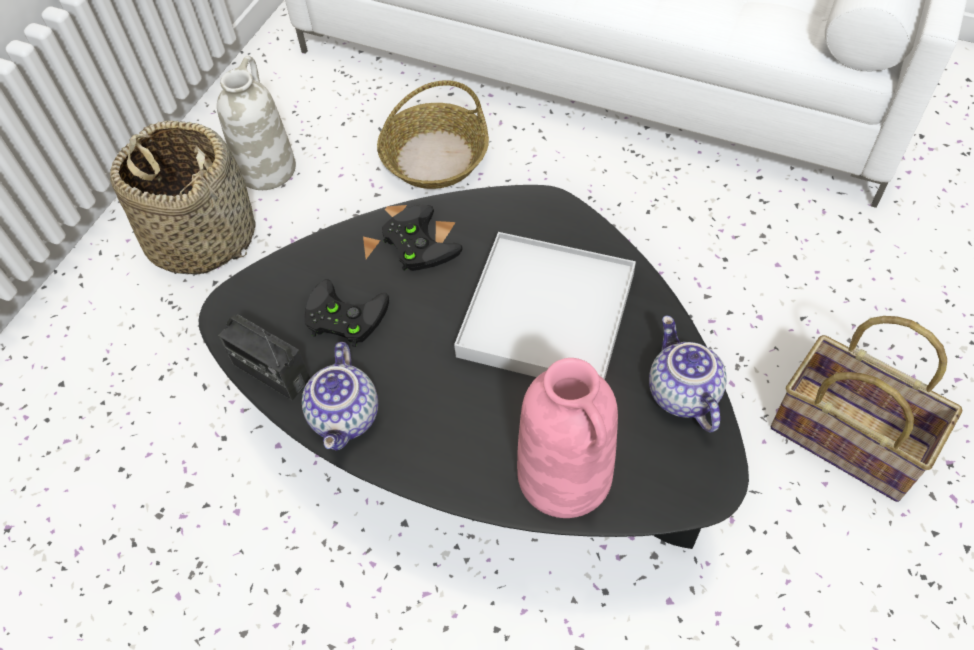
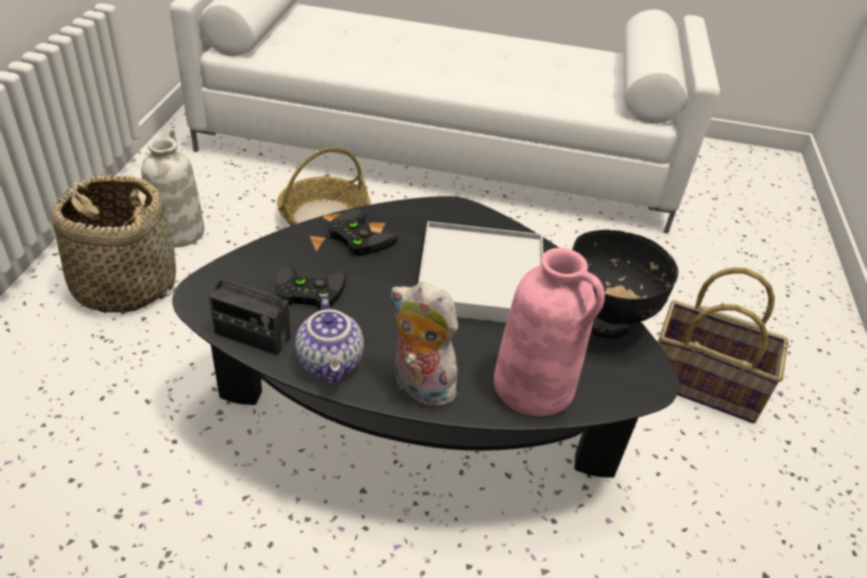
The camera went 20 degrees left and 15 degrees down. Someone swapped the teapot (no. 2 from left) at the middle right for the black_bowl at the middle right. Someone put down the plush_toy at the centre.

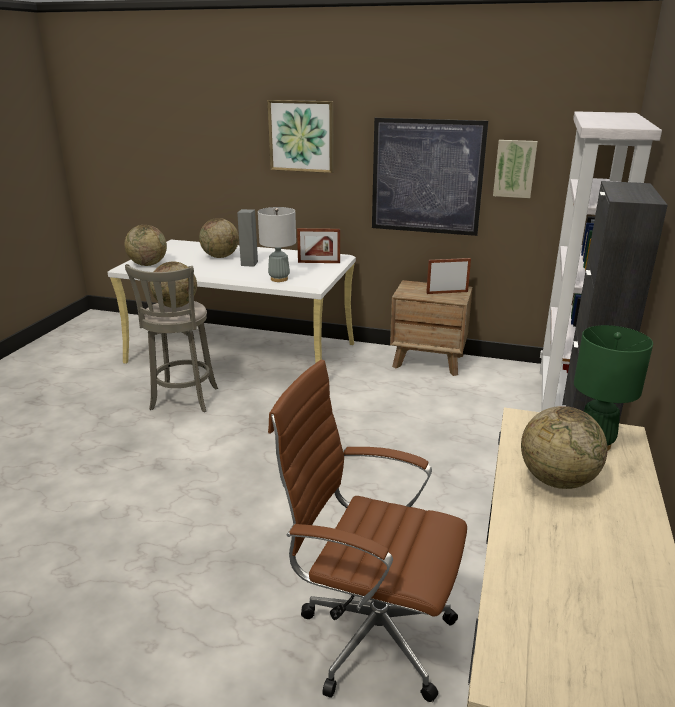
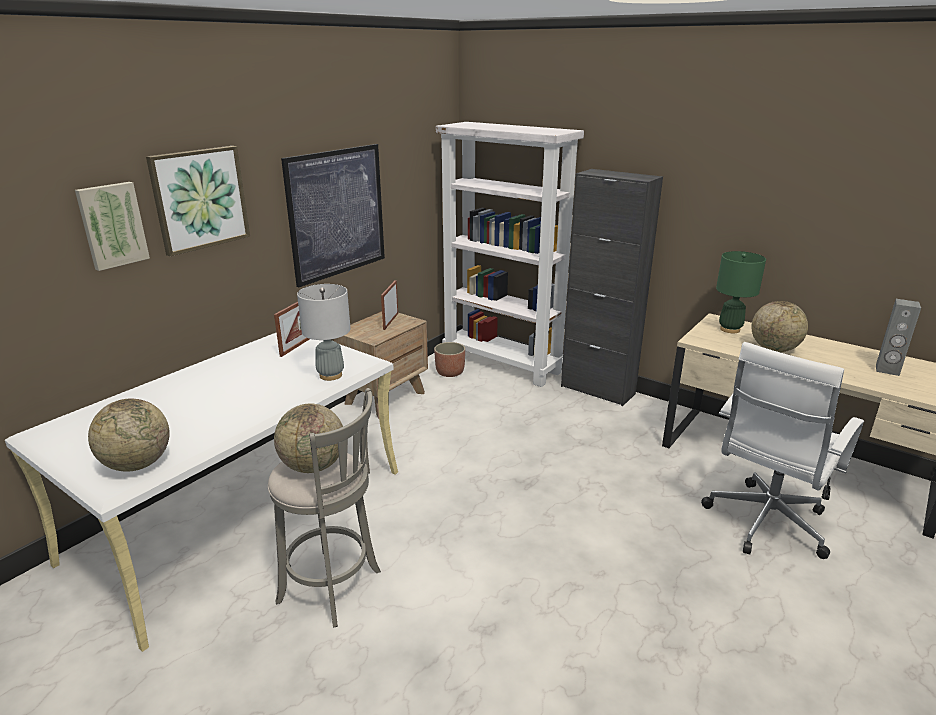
The camera went 70 degrees left and 0 degrees up. Someone carried the picture (no. 3 from left in the first image) from the top right to the top left. Someone carried the grey_speaker from the centre to the middle right. Someone took away the globe (no. 3 from left) at the middle left. Someone repainted the brown_office_chair at the bottom centre, which became the white_office_chair at the middle right. Someone put down the planter at the centre.

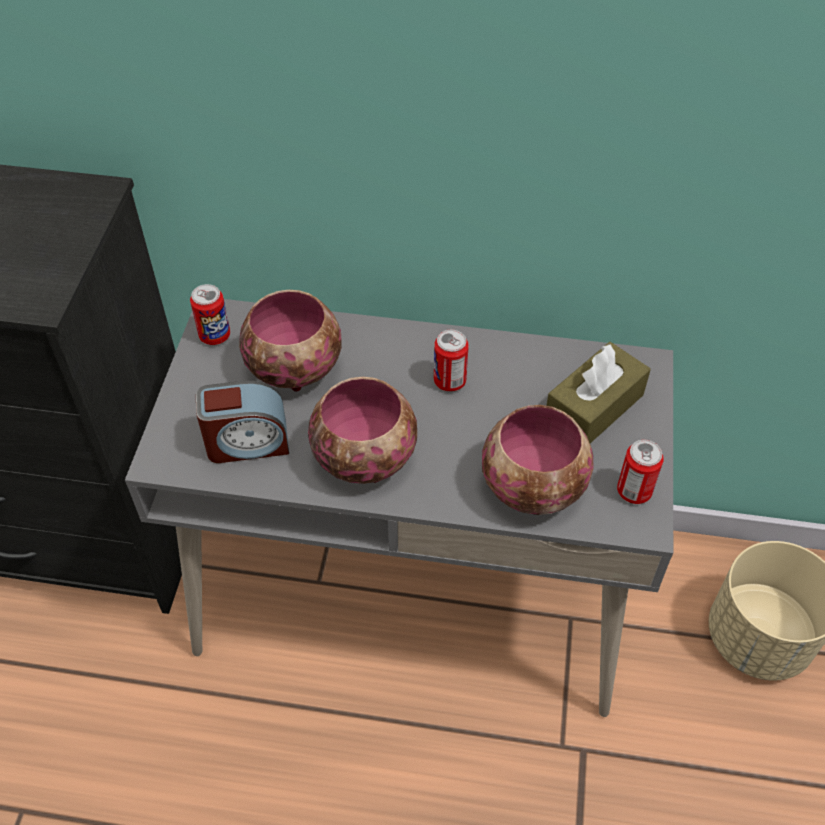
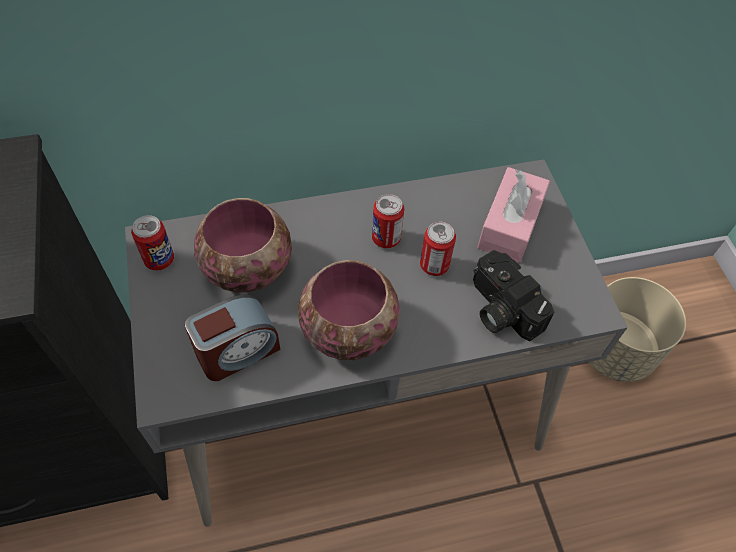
The camera went 25 degrees left and 5 degrees up. Someone repainted the brown_tissue_box at the middle right, which became the pink_tissue_box at the middle right. Someone swapped the bowl (no. 3 from left) at the centre for the photo_camera at the middle right. Someone carried the can (no. 3 from left) from the middle right to the centre.

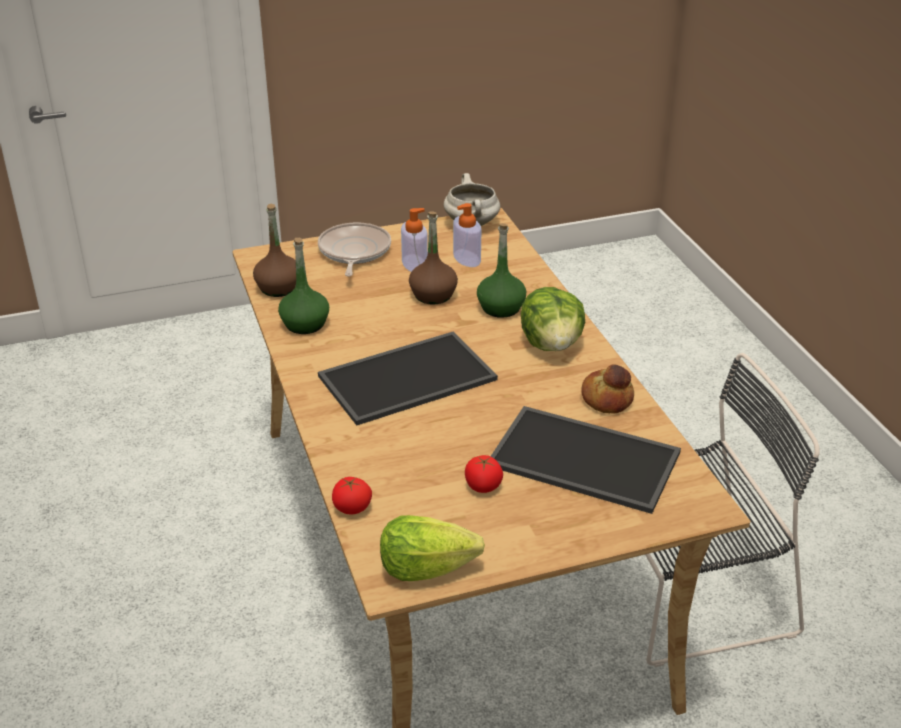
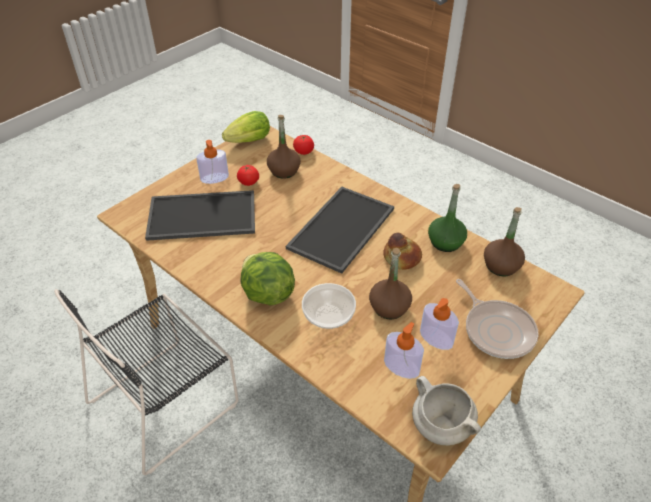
The camera went 150 degrees right and 10 degrees up. Someone swapped the green_bottle (no. 2 from left) at the centre for the bowl at the centre. Someone carried the bread from the middle right to the centre. Someone put down the brown_bottle (no. 1 from left) at the top centre. Someone put down the soap_dispenser (no. 1 from left) at the top left.

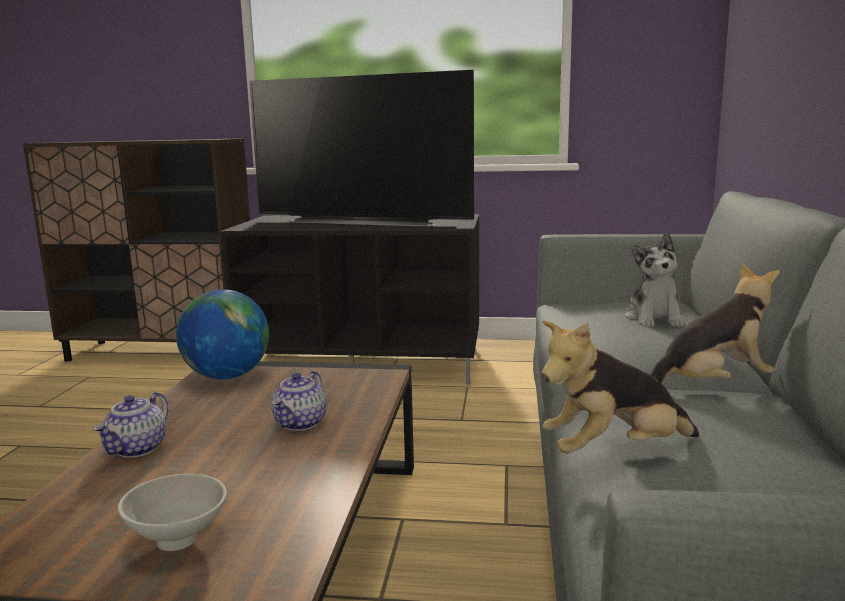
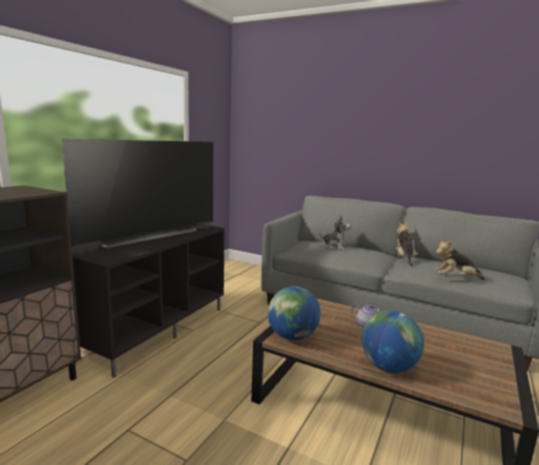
The camera went 70 degrees left and 0 degrees up. Someone rotated the plush_toy (no. 1 from left in the first image) at the middle right by 90 degrees clockwise. Someone swapped the teapot (no. 1 from left) at the bottom left for the globe (no. 2 from left) at the bottom right. Someone took away the white_bowl at the bottom left.

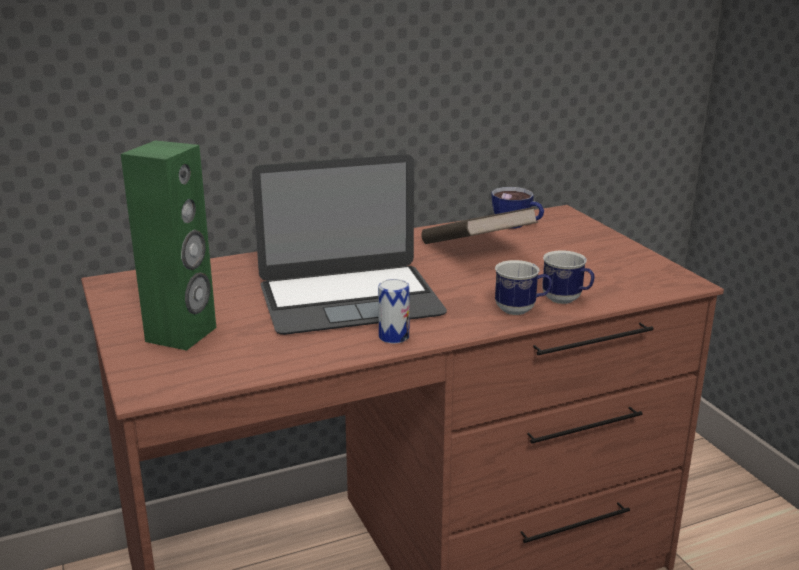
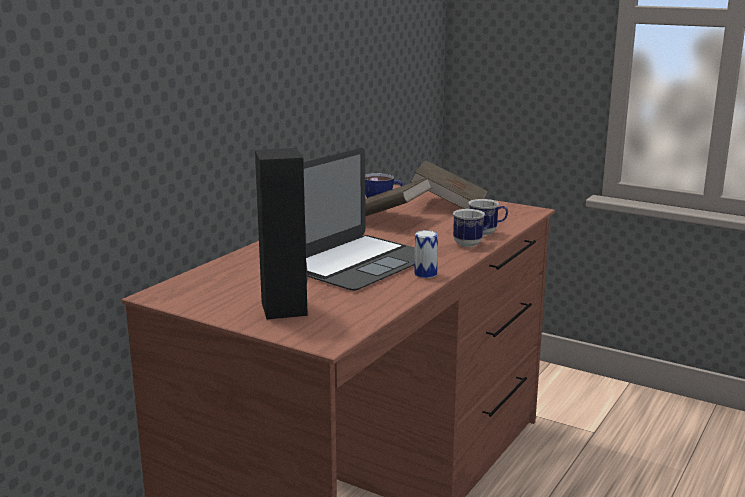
The camera went 35 degrees left and 5 degrees down. Someone repainted the green_speaker at the middle left, which became the black_speaker at the centre. Someone put down the brown_book (no. 2 from left) at the centre.

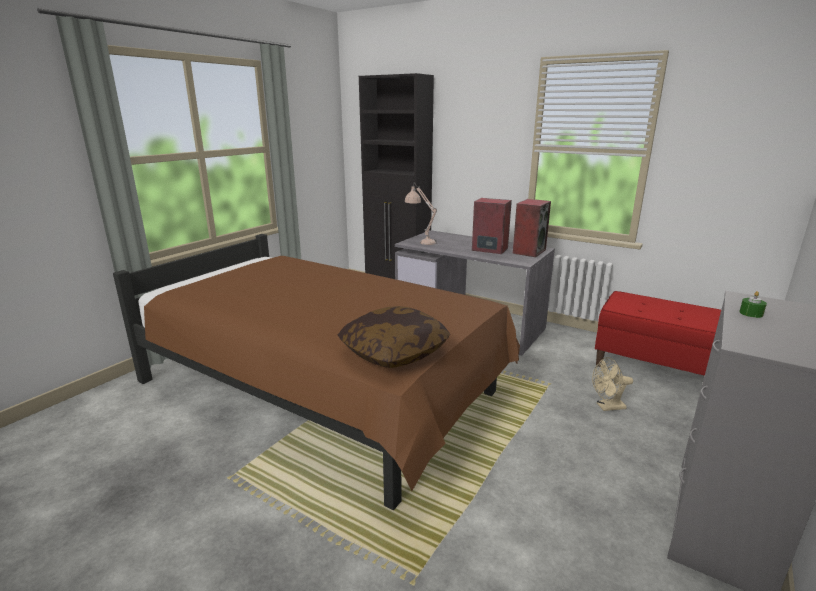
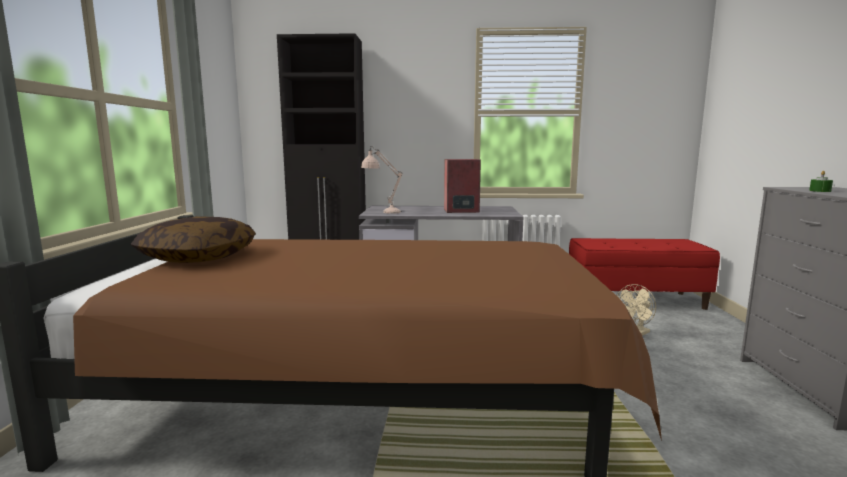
The camera went 30 degrees left and 10 degrees down. Someone took away the speaker (no. 2 from left) at the centre. Someone carried the pillow from the centre to the middle left.

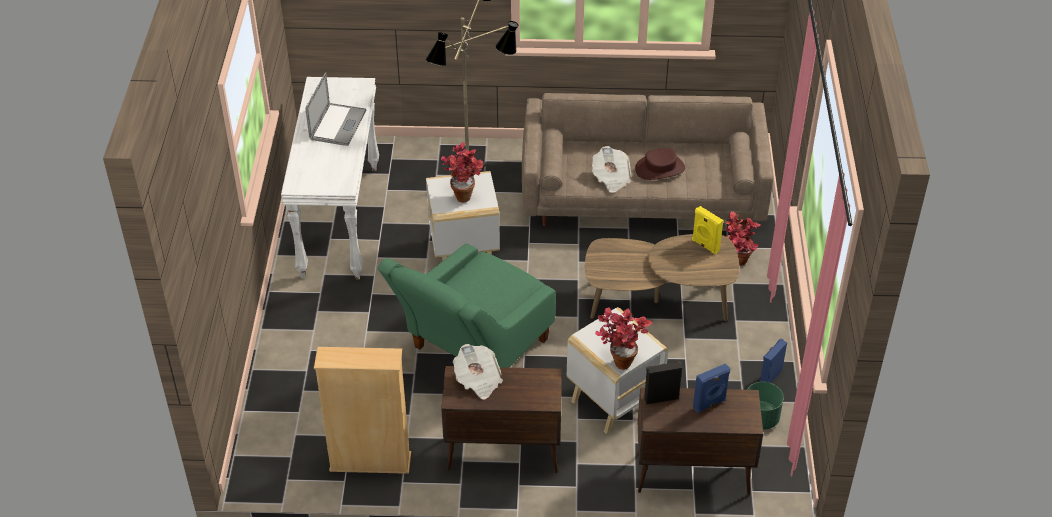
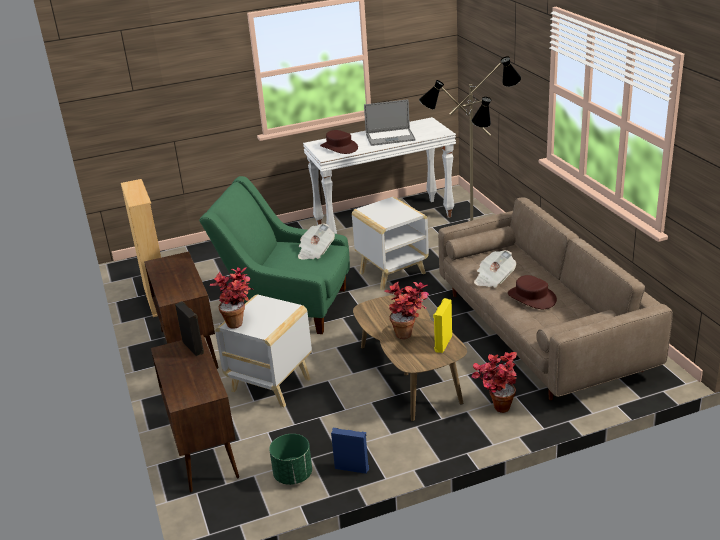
The camera went 70 degrees right and 15 degrees down. Someone carried the potted_plant (no. 1 from left in the first image) from the top centre to the centre. Someone carried the newspaper (no. 1 from left) from the bottom centre to the centre. Someone took away the blue_speaker (no. 1 from left) at the bottom right. Someone put down the brown_hat (no. 1 from left) at the top centre.

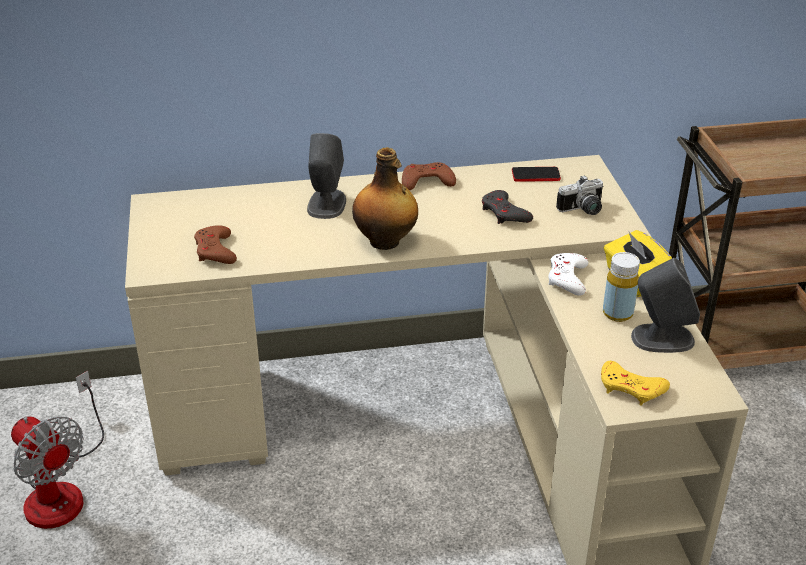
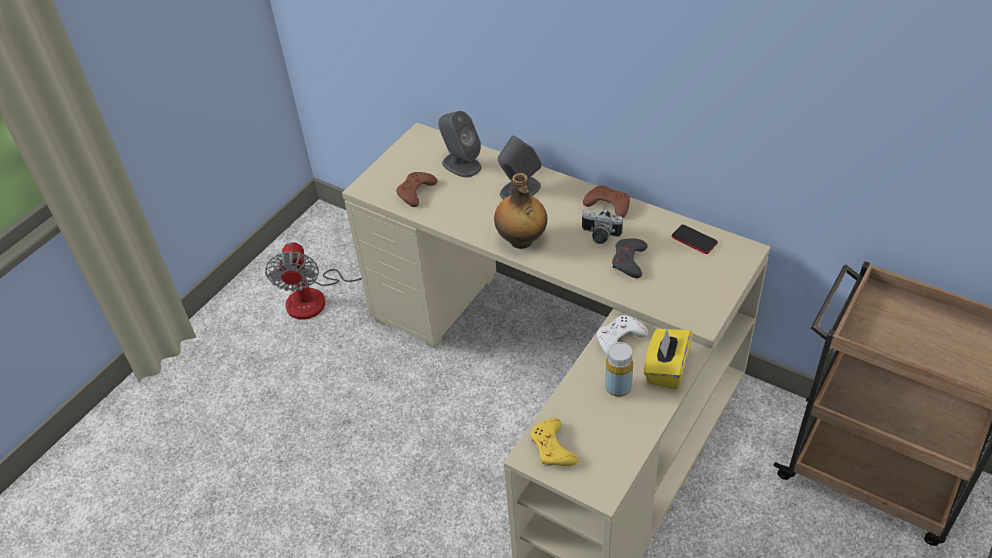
The camera went 45 degrees right and 10 degrees up. Someone carried the photo_camera from the middle right to the centre. Someone carried the grey_speaker (no. 2 from left in the first image) from the middle right to the top centre.

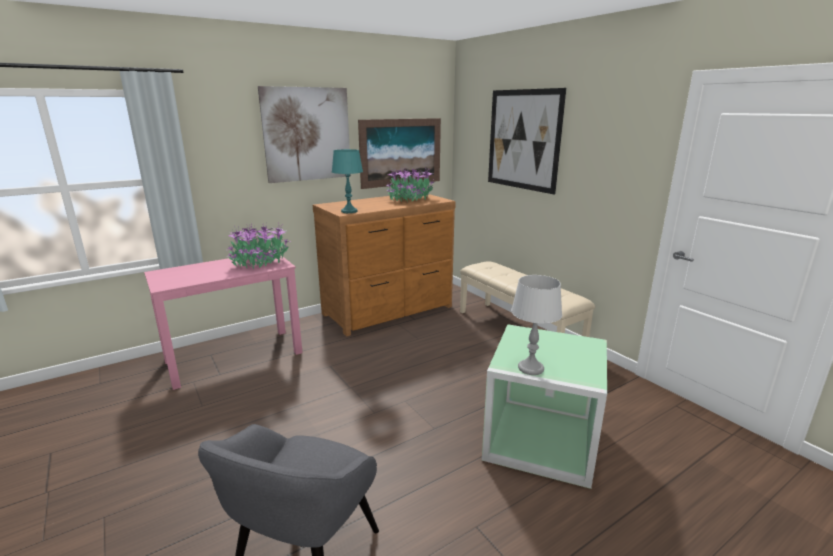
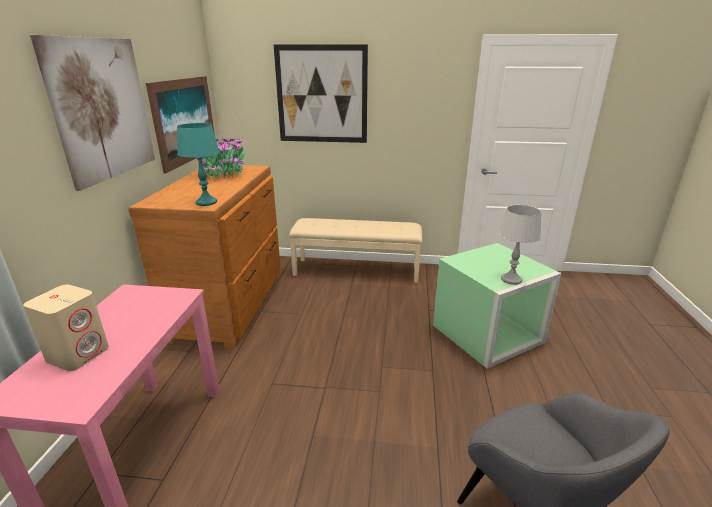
The camera went 50 degrees left and 5 degrees up. Someone took away the potted_plant (no. 1 from left) at the middle left. Someone put down the beige_speaker at the middle left.

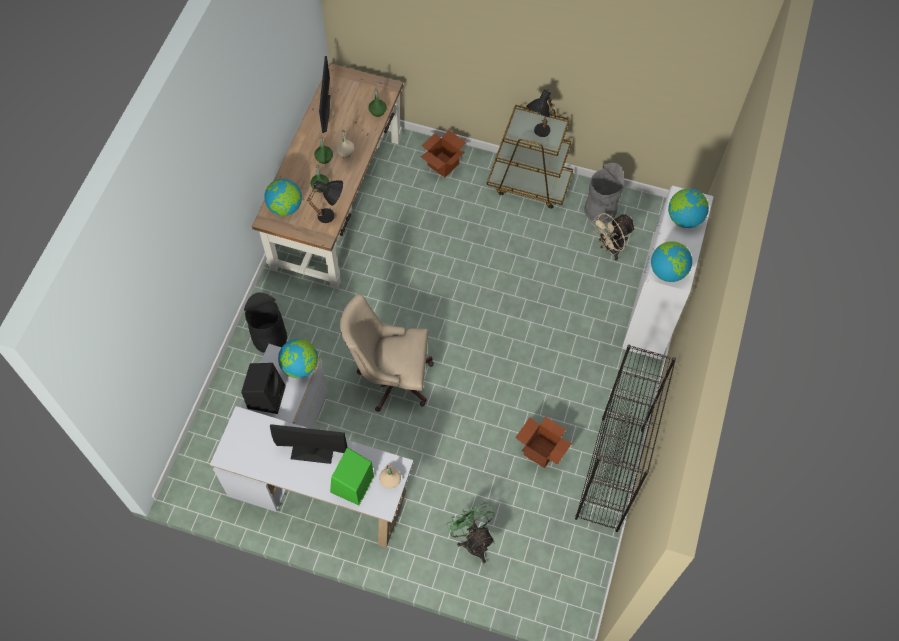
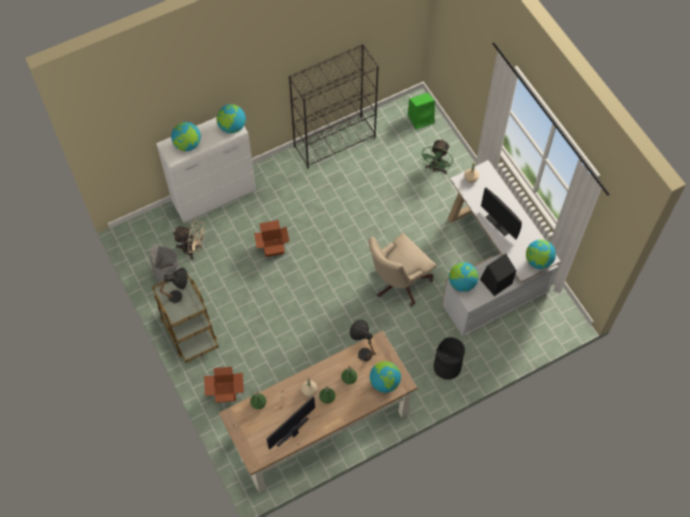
The camera went 135 degrees left and 0 degrees up. Someone rotated the beige_office_chair at the centre by 90 degrees clockwise. Someone carried the cardboard_box (no. 2 from left) from the bottom centre to the centre. Someone carried the green_speaker from the bottom centre to the top centre. Someone put down the globe (no. 5 from left) at the middle right.

